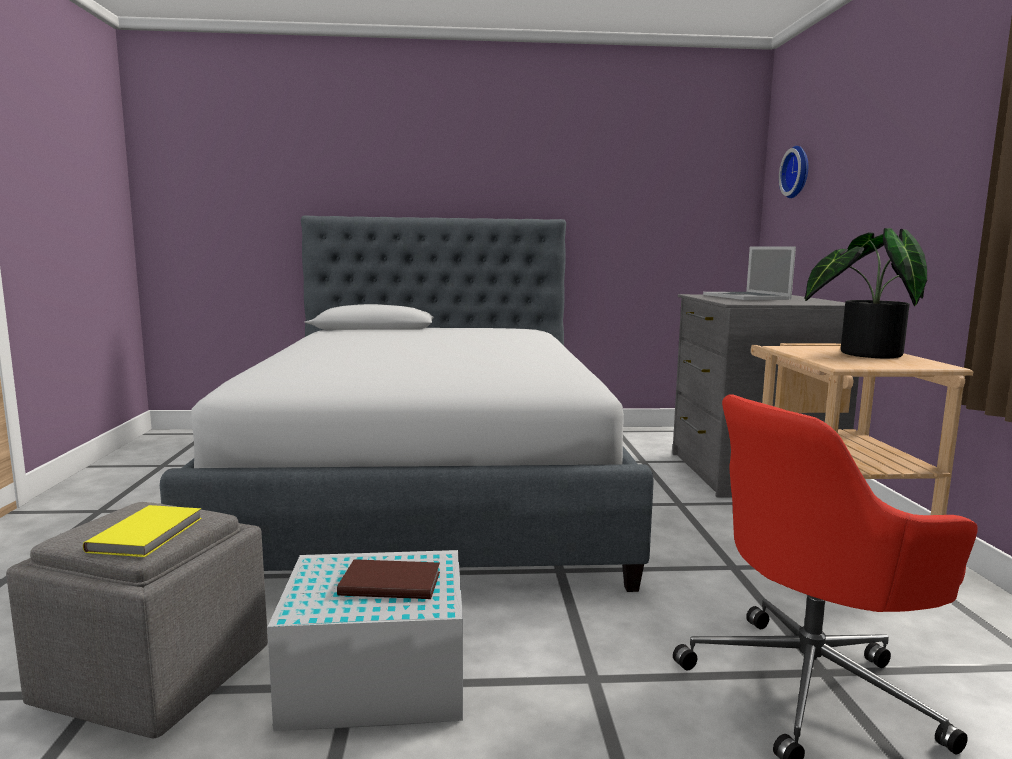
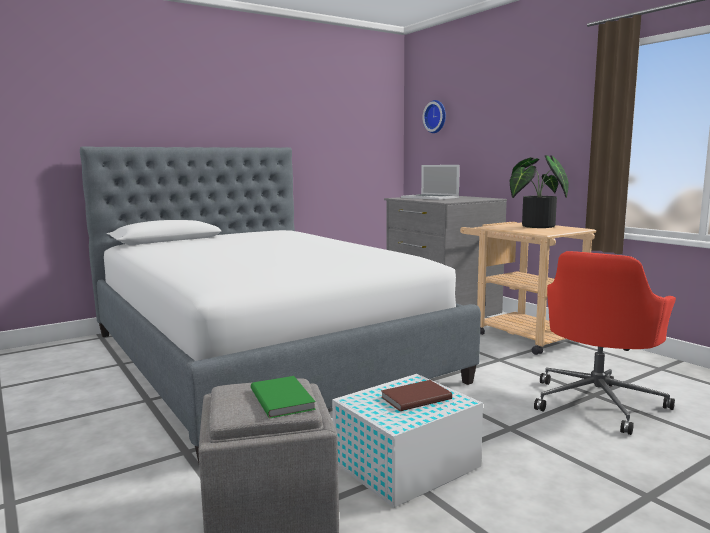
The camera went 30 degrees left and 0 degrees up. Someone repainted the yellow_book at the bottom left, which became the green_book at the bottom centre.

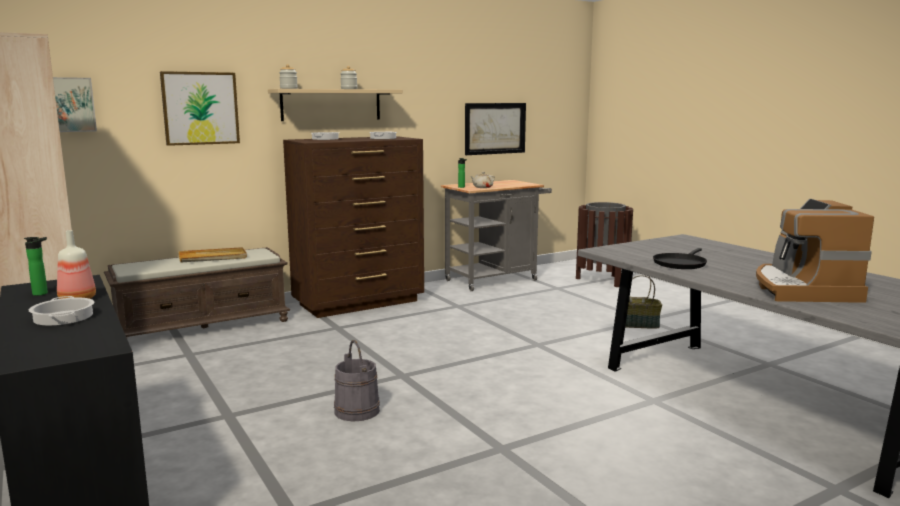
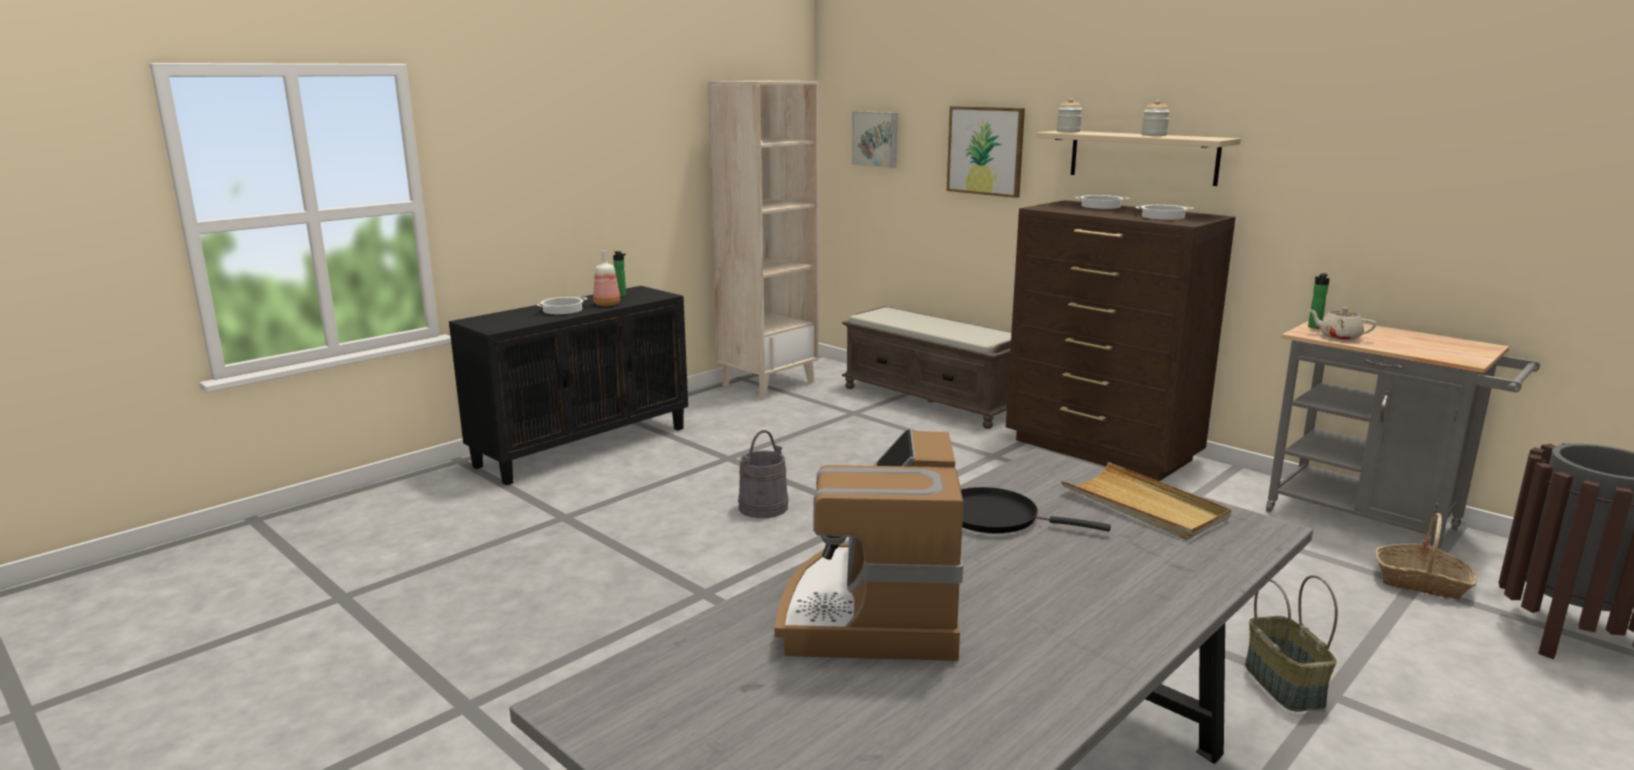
The camera went 75 degrees right and 5 degrees up. Someone took away the picture (no. 3 from left) at the top centre. Someone rotated the coffee_machine at the middle right by 75 degrees counterclockwise. Someone carried the beige_tray from the middle left to the middle right. Someone put down the basket (no. 2 from left) at the bottom right.

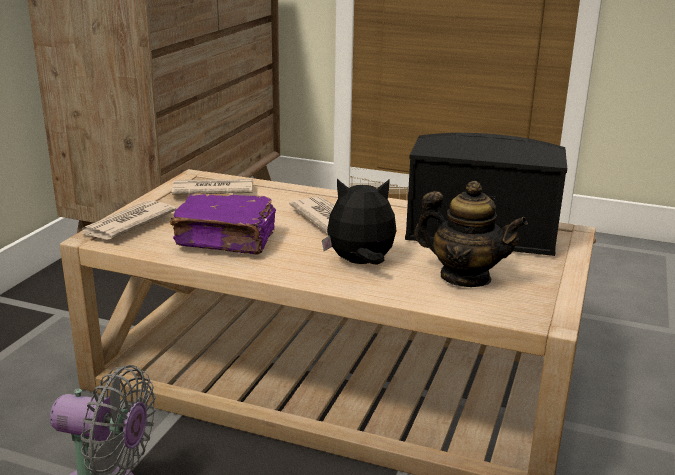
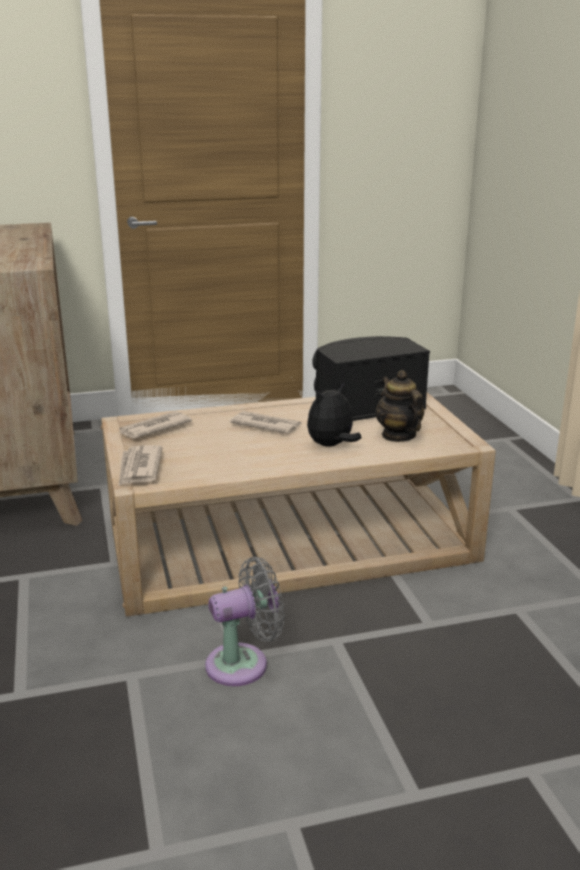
The camera went 35 degrees left and 0 degrees up. Someone rotated the teapot at the middle right by 105 degrees counterclockwise. Someone took away the purple_book at the middle left.

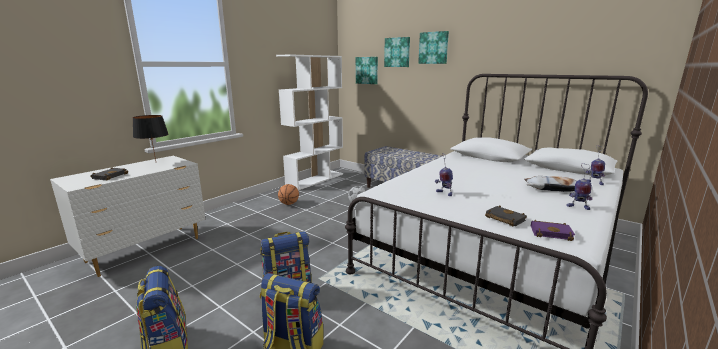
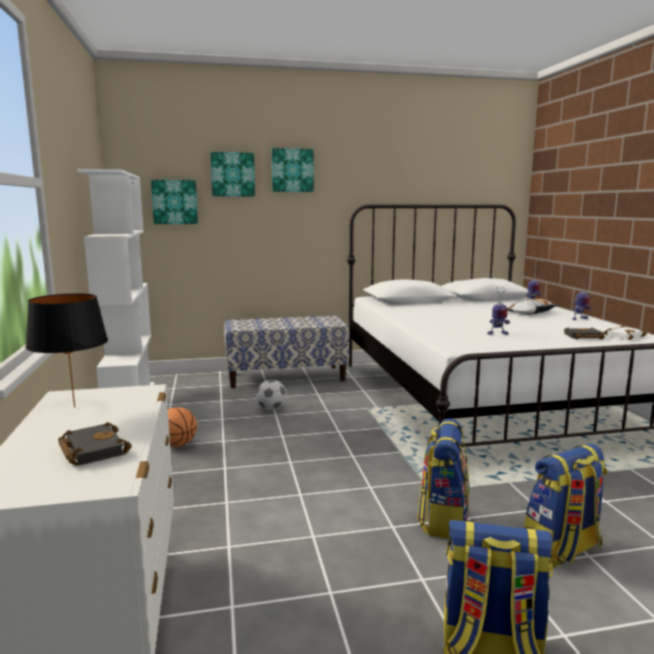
The camera went 50 degrees left and 5 degrees down. Someone repainted the purple_book at the middle right, which became the white_book at the middle right.

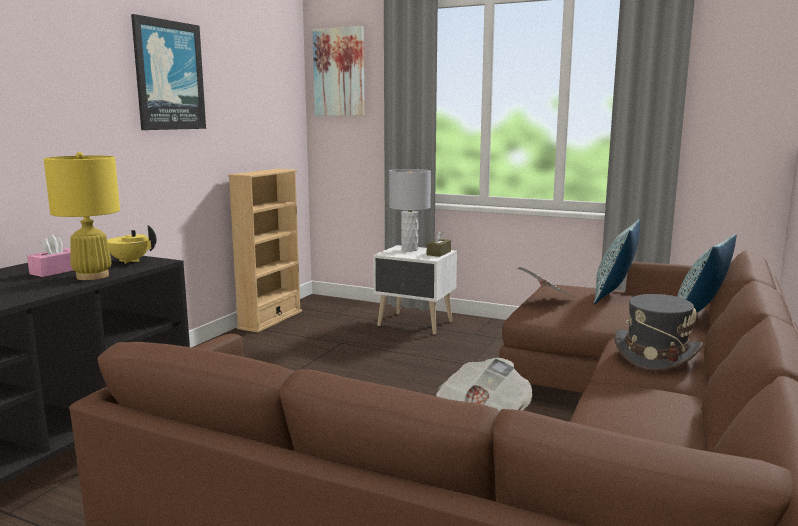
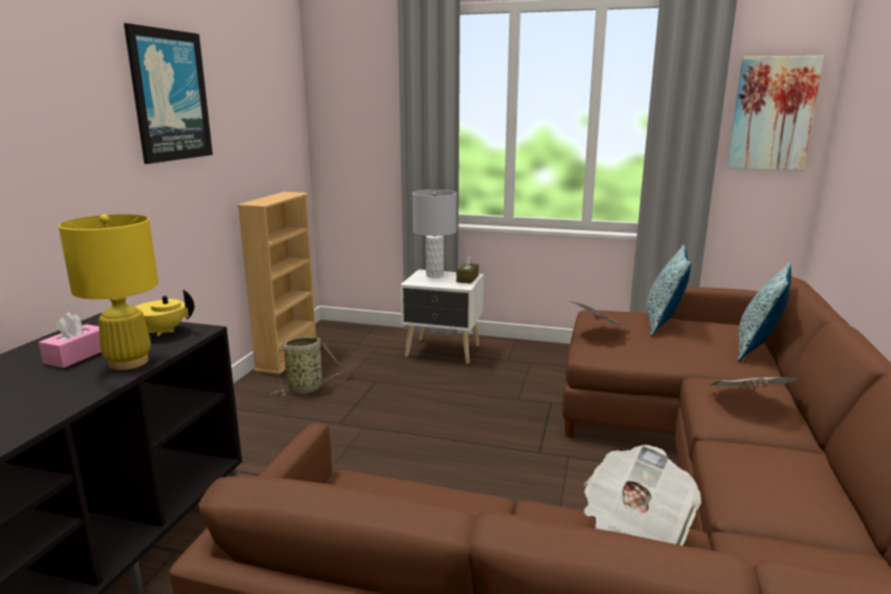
The camera went 10 degrees left and 5 degrees up. Someone carried the picture (no. 2 from left) from the top centre to the top right. Someone swapped the grey_hat at the middle right for the newspaper (no. 3 from left) at the middle right. Someone put down the basket at the centre.

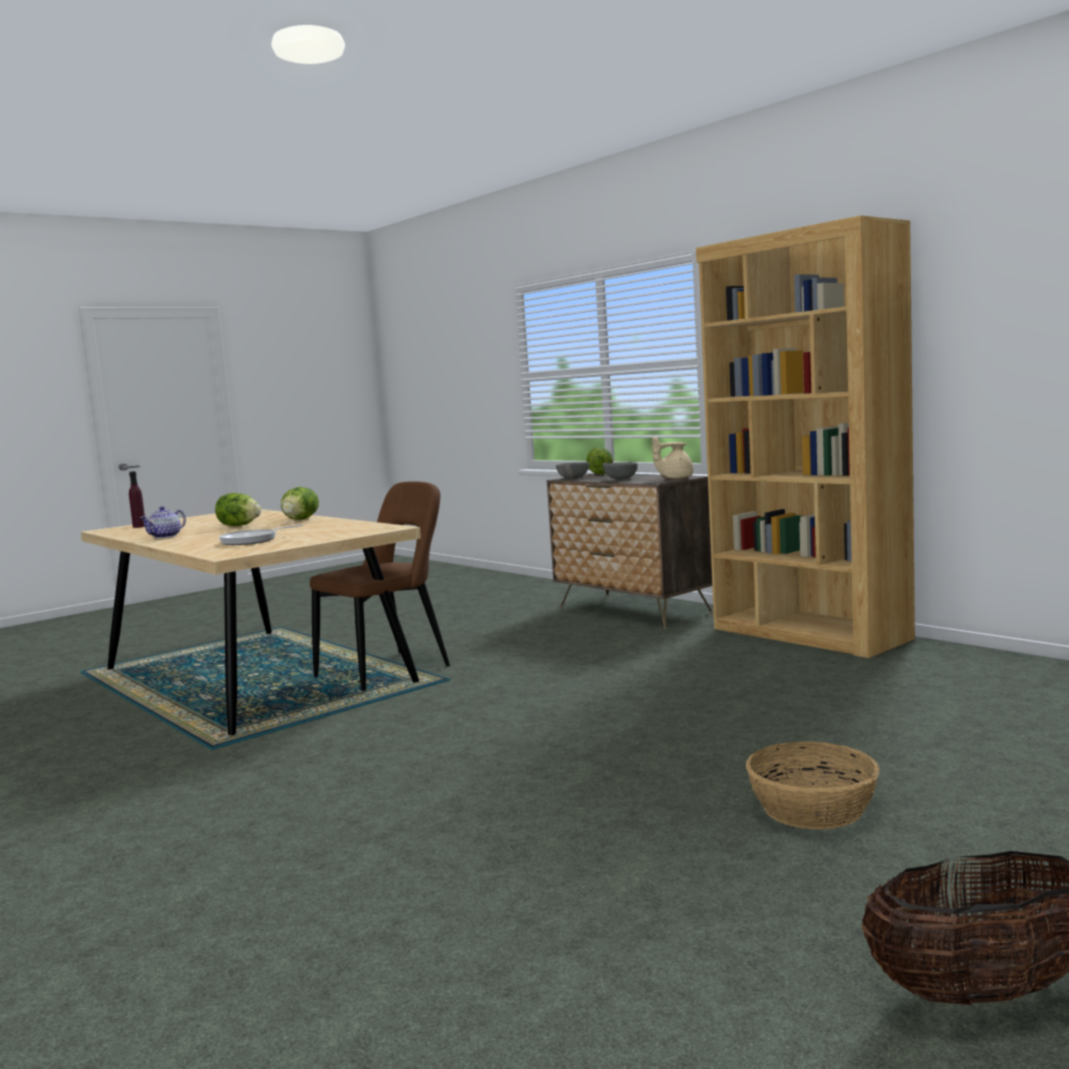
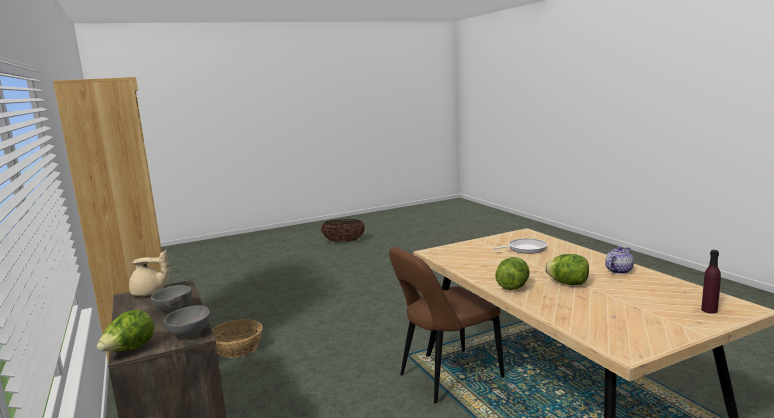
The camera went 165 degrees left and 5 degrees up. Someone carried the basket (no. 1 from left) from the bottom right to the bottom left.

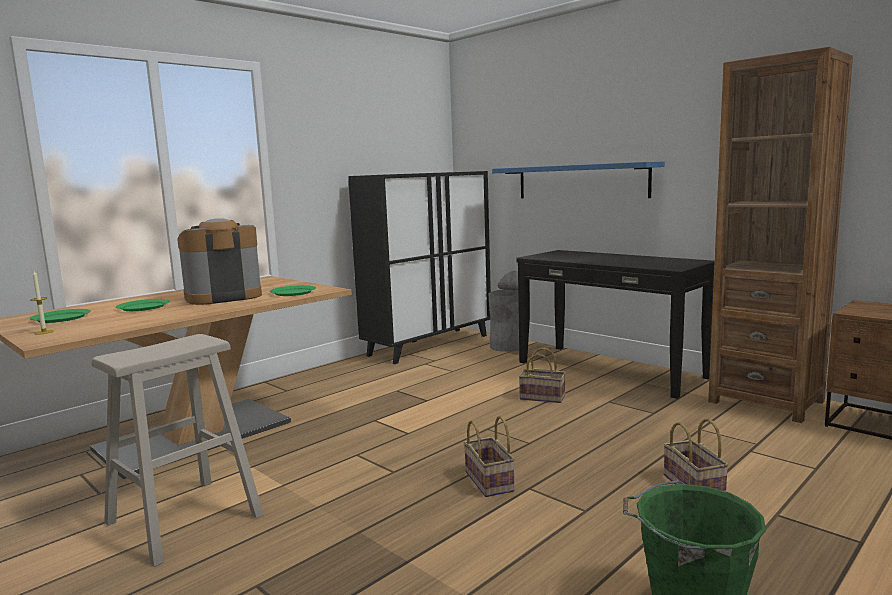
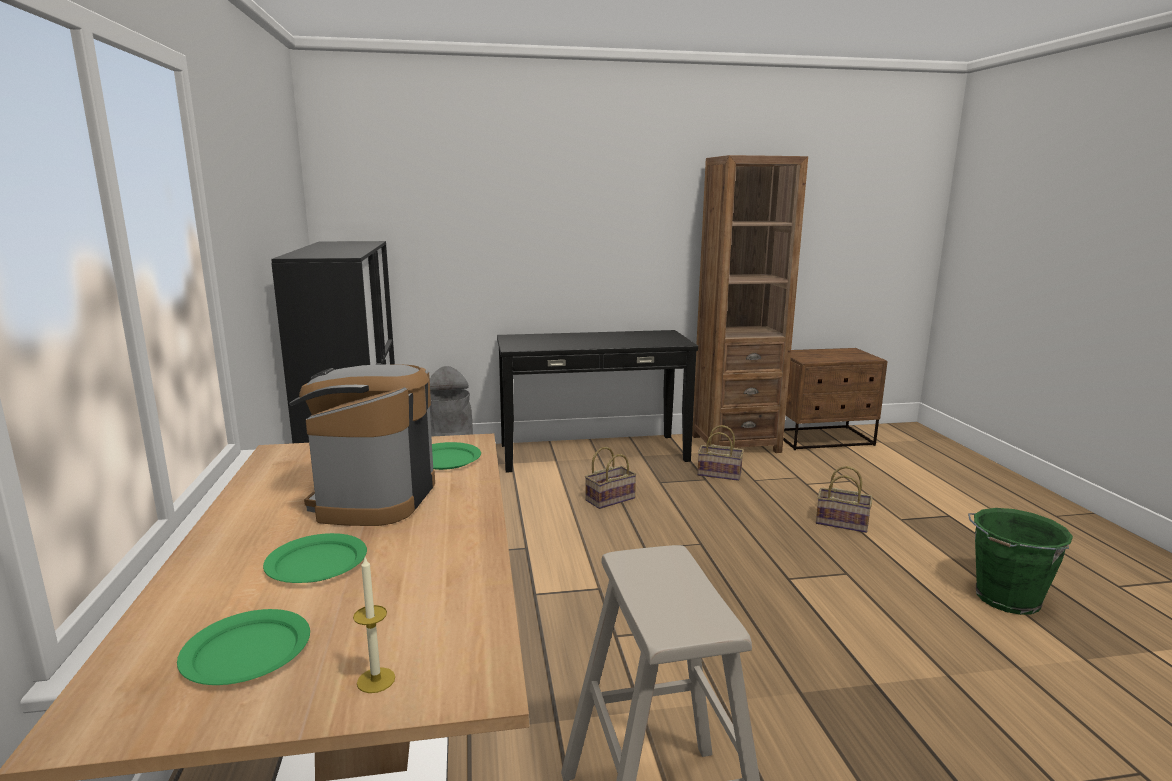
The camera went 55 degrees left and 5 degrees up. Someone took away the blue_shelf at the top centre. Someone carried the basket (no. 1 from left in the first image) from the bottom centre to the centre.

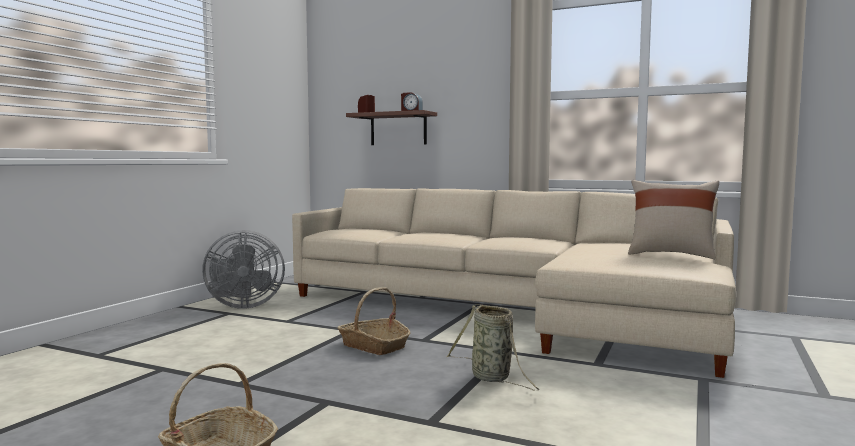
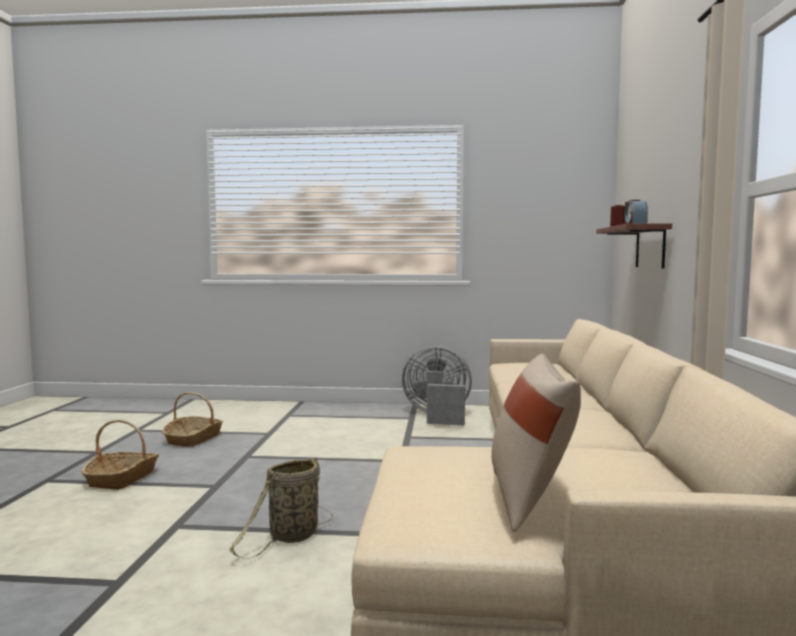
The camera went 70 degrees right and 0 degrees up. Someone rotated the grey_fan at the middle left by 135 degrees clockwise. Someone carried the basket (no. 2 from left) from the bottom centre to the middle left.

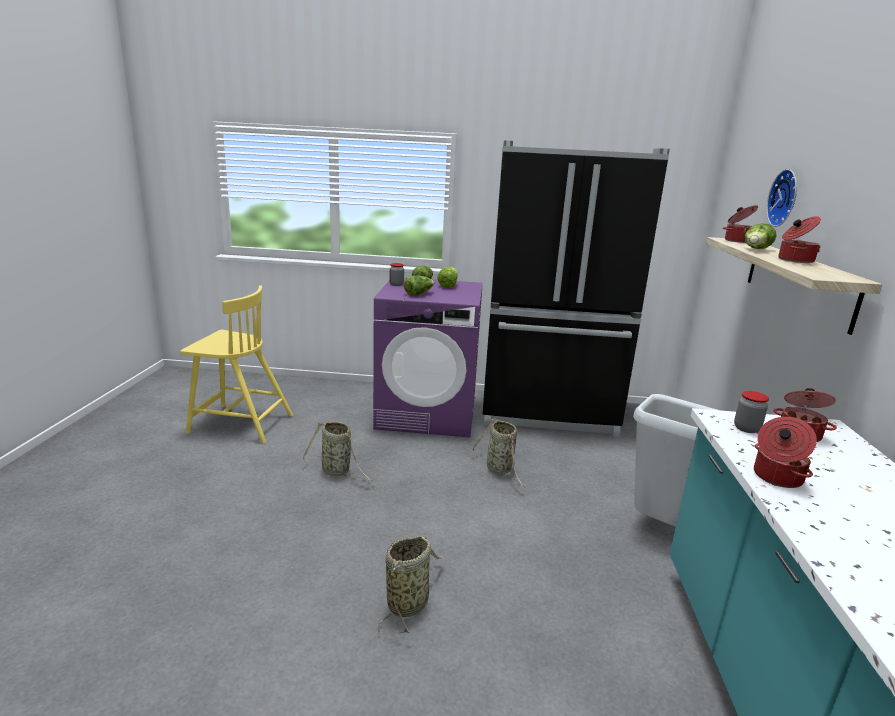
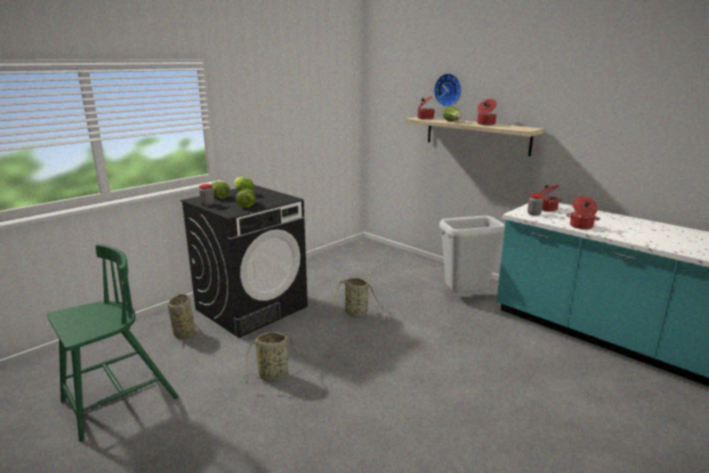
The camera went 50 degrees left and 0 degrees up. Someone took away the black_fridge at the centre. Someone repainted the purple_washing_machine at the centre, which became the black_washing_machine at the centre. Someone repainted the yellow_chair at the middle left, which became the green_chair at the bottom left. Someone carried the basket (no. 2 from left in the first image) from the bottom centre to the bottom left.

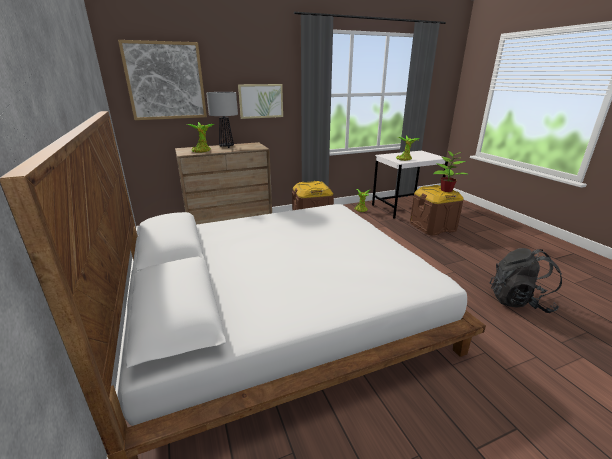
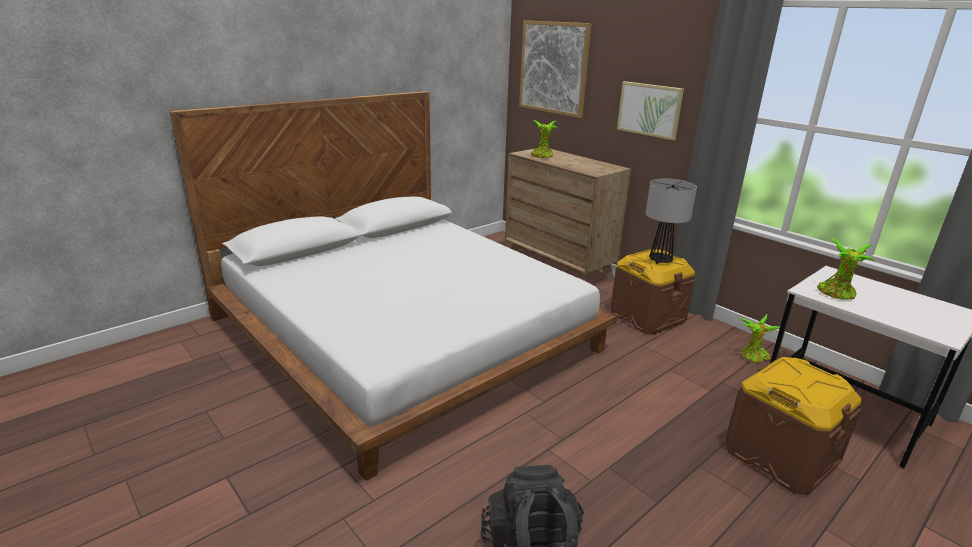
The camera went 70 degrees right and 0 degrees up. Someone carried the table_lamp from the top centre to the middle right. Someone took away the potted_plant (no. 4 from left) at the middle right.

